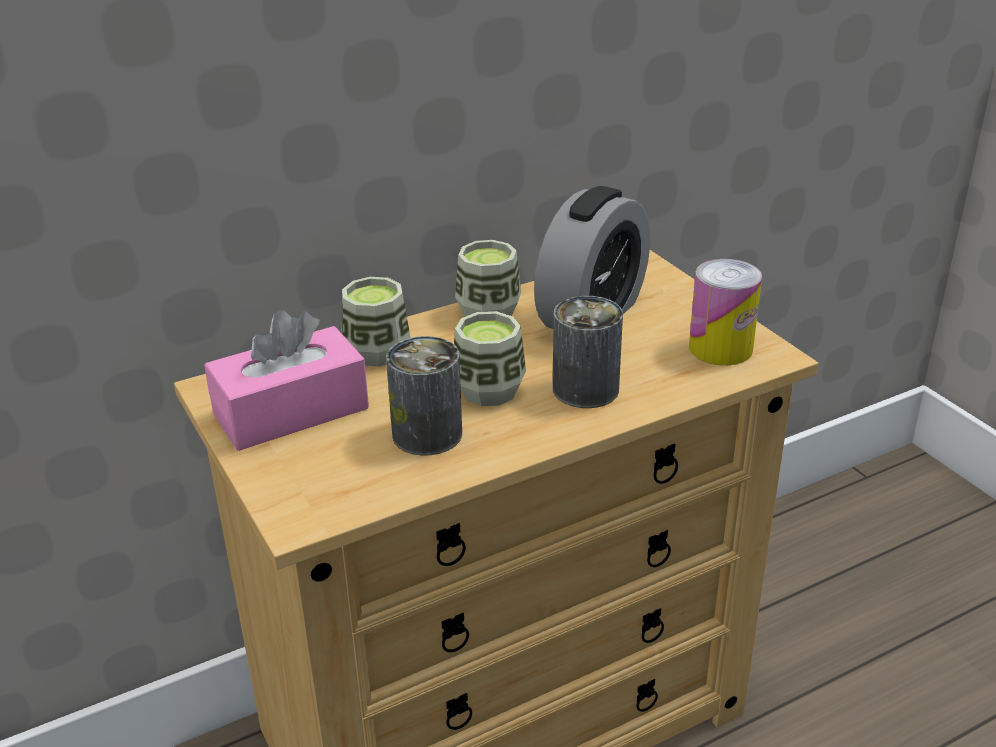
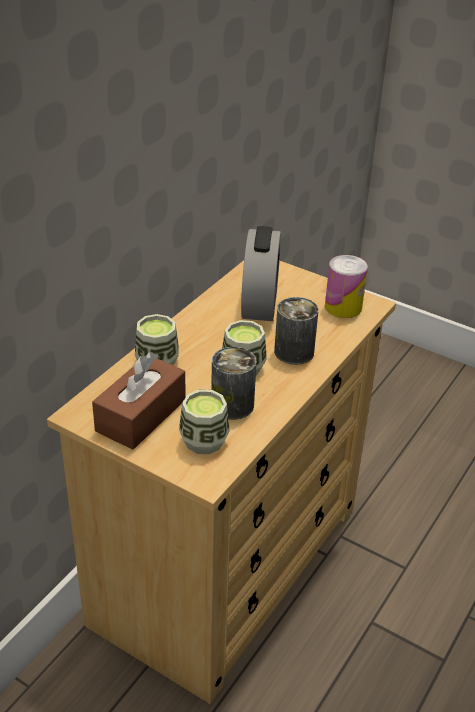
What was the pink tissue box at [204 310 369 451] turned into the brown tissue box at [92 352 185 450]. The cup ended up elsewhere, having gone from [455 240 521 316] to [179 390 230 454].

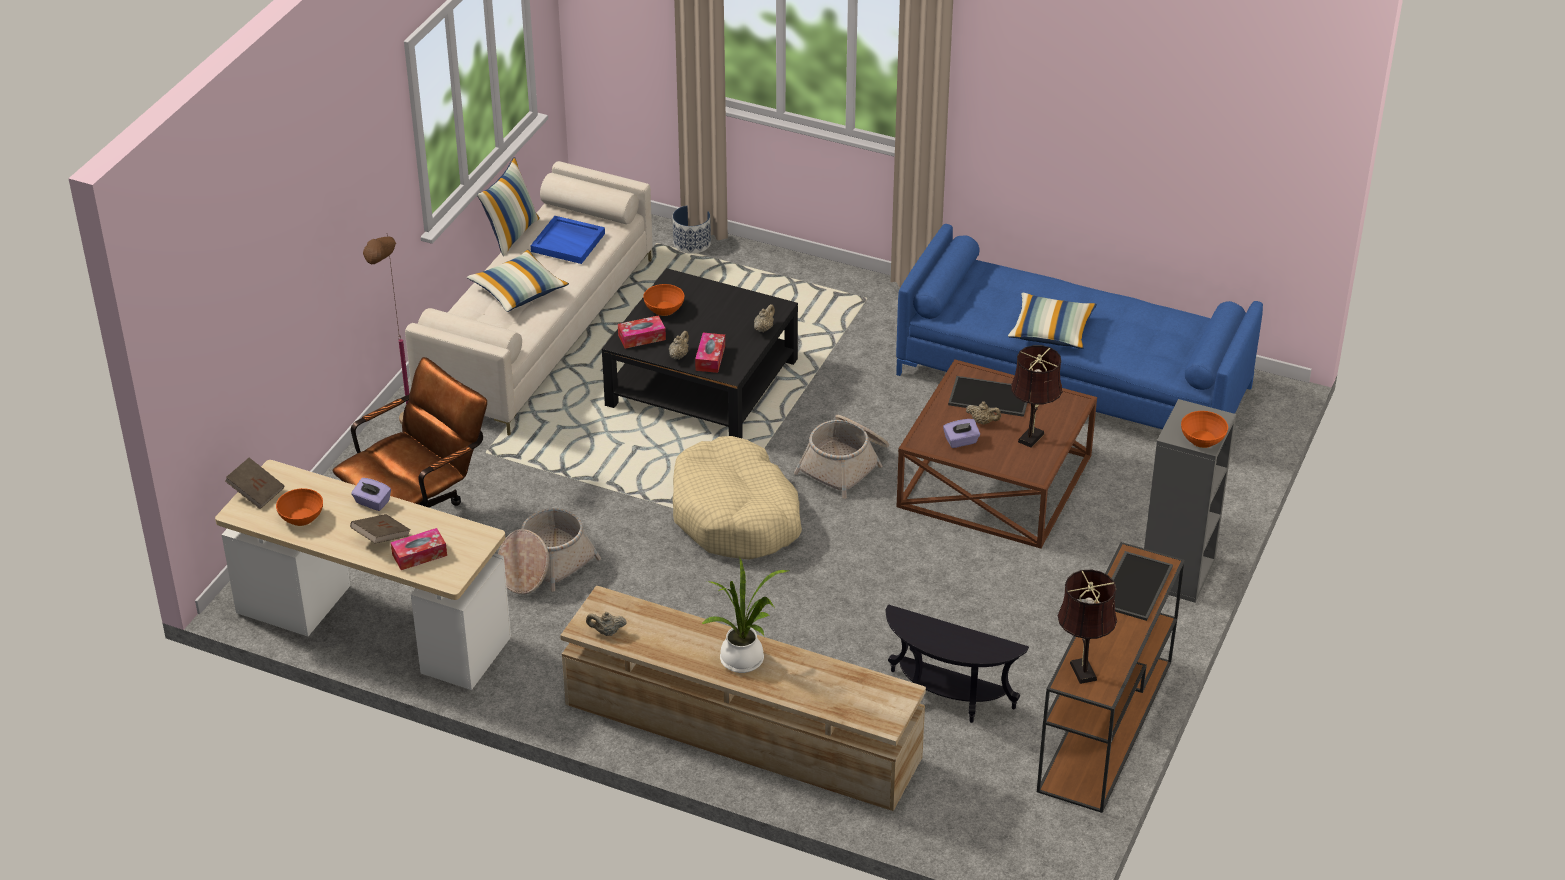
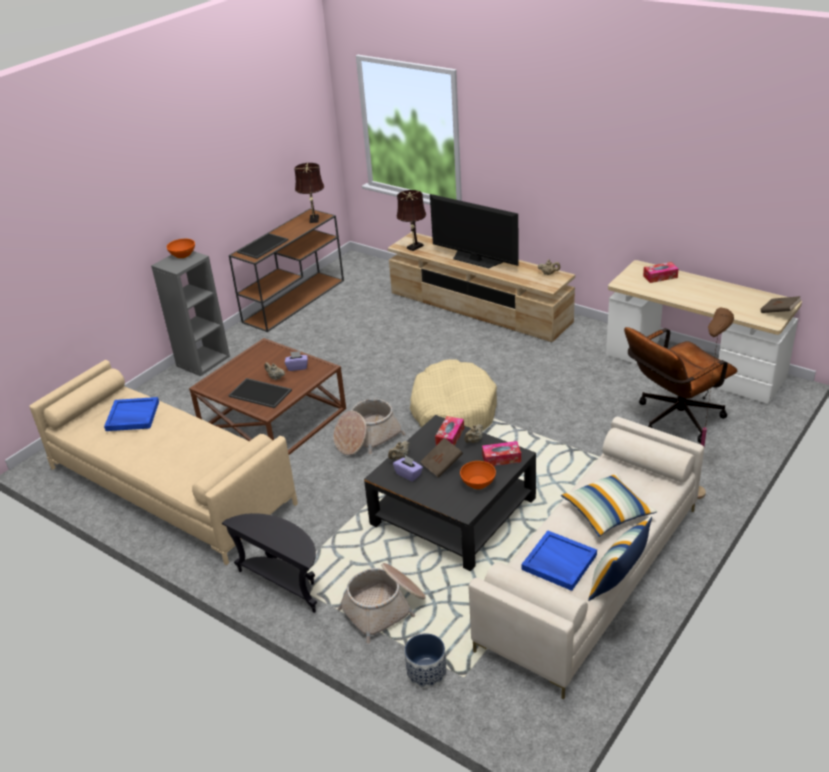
What was the blue sofa at [896 224 1263 429] turned into the beige sofa at [29 360 298 565]. The second view gained the blue tray at [104 397 159 431]. The black side table ended up elsewhere, having gone from [885 604 1029 723] to [222 513 317 613]. The basket ended up elsewhere, having gone from [498 508 601 594] to [338 563 426 644]. The purple tissue box ended up elsewhere, having gone from [351 478 391 511] to [393 455 423 481]. The brown table lamp ended up elsewhere, having gone from [1011 345 1063 448] to [396 190 426 251]. The brown book ended up elsewhere, having gone from [350 514 411 544] to [420 438 463 478]. Where the potted plant stood at [701 558 789 673], the television came to stand at [430 194 519 268]. The second view lost the orange bowl at [276 488 323 526]. The second view lost the pillow at [1008 293 1097 349].

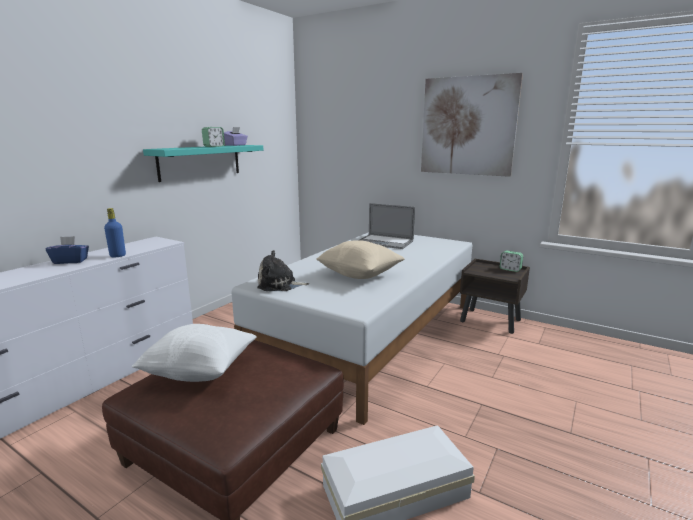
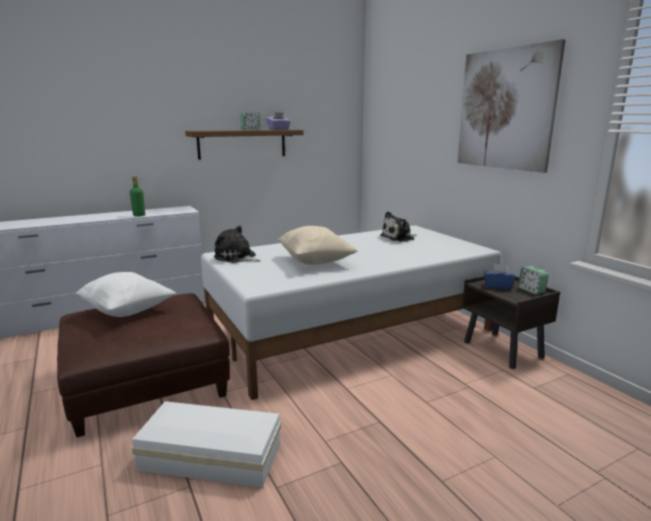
What was the blue bottle at [104 208 126 257] turned into the green bottle at [130 177 145 216]. What was the turquoise shelf at [143 145 263 182] turned into the brown shelf at [185 130 304 160]. Where the laptop stood at [360 203 415 249], the plush toy came to stand at [380 211 416 242]. The blue tissue box ended up elsewhere, having gone from [46 236 89 264] to [484 263 515 290].

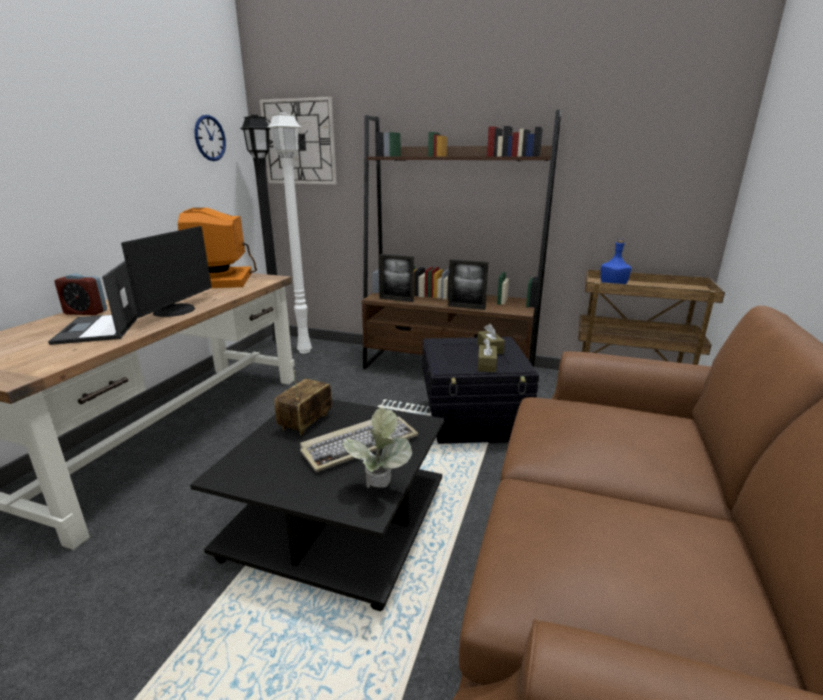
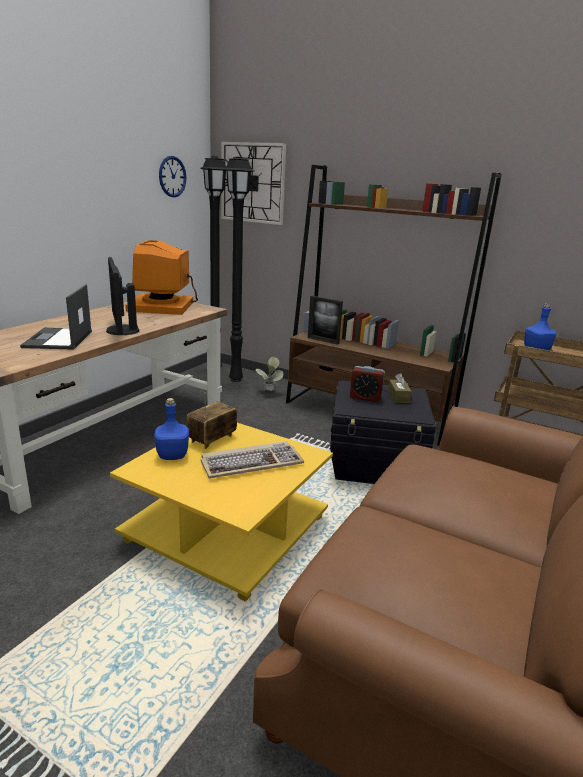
The monitor at [121 226 212 318] ended up facing another way, 135 degrees clockwise from before. What was the black coffee table at [190 400 444 611] turned into the yellow coffee table at [110 423 333 601]. The second view gained the blue bottle at [155 398 189 460]. What was the white floor lamp at [267 112 312 354] turned into the black floor lamp at [223 157 254 382]. The potted plant ended up elsewhere, having gone from [342 408 412 488] to [256 357 283 391]. The alarm clock ended up elsewhere, having gone from [55 274 107 315] to [350 366 385 402]. The second view lost the picture frame at [448 259 488 310]. The second view lost the brown tissue box at [478 338 497 372].

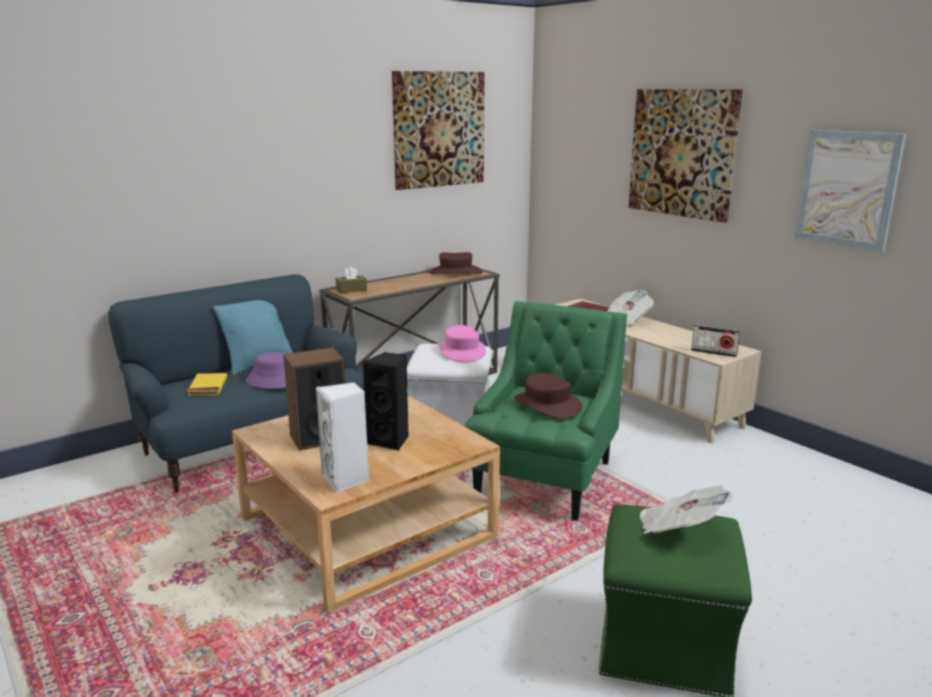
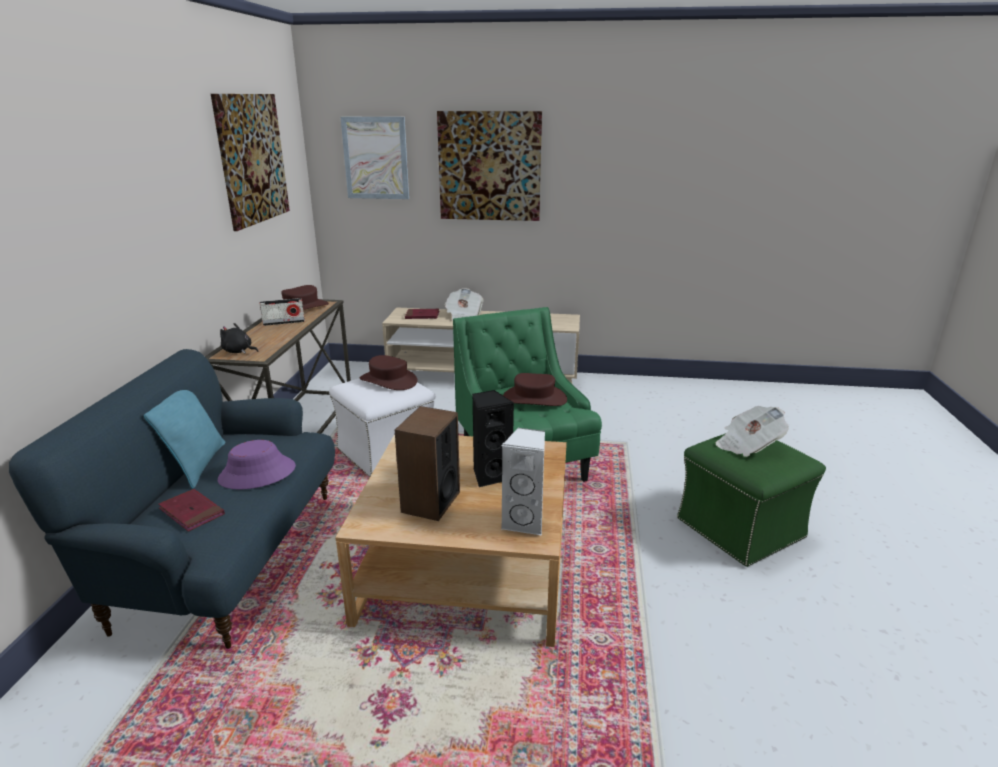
What was the yellow book at [187 373 227 396] turned into the red book at [159 489 225 532]. Where the brown tissue box stood at [336 266 367 293], the black plush toy came to stand at [220 323 259 354]. The radio ended up elsewhere, having gone from [691 325 740 357] to [259 298 305 326]. The picture ended up elsewhere, having gone from [795 130 906 252] to [341 117 409 199]. What was the pink hat at [439 325 486 362] turned into the brown hat at [360 355 417 390].

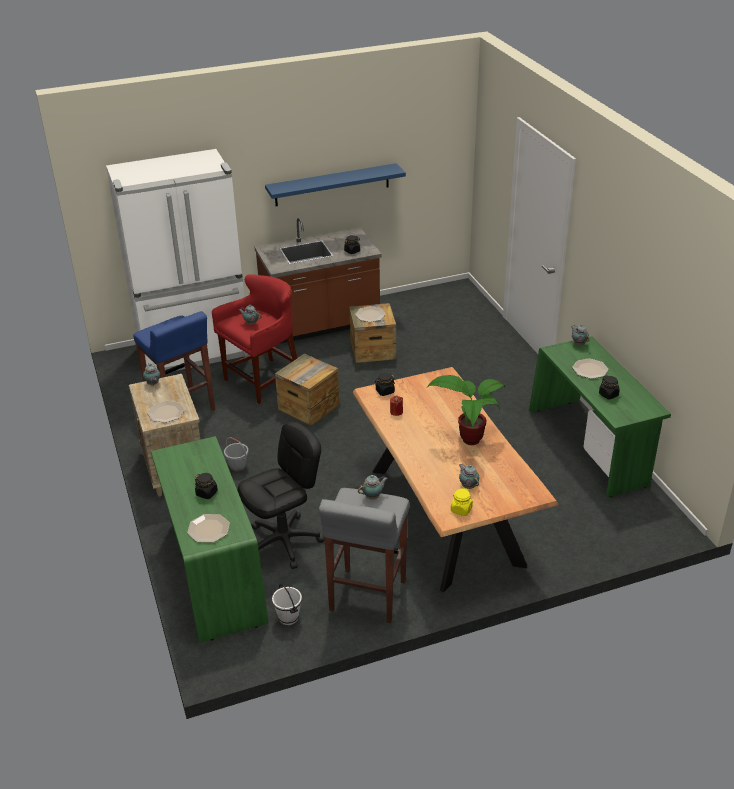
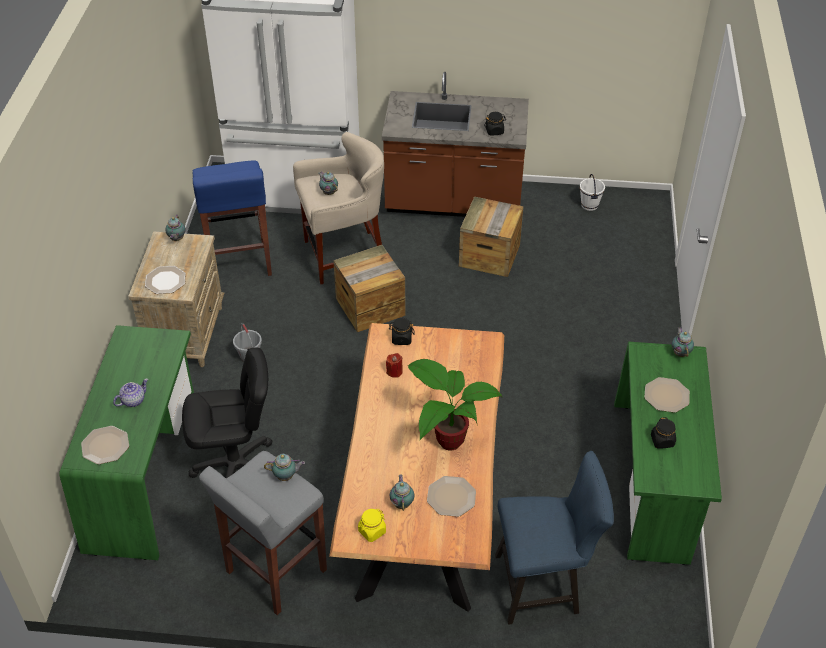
Where the black jar stood at [195 473 218 499], the teapot came to stand at [113 379 148 407]. What was the red stool at [212 274 297 404] turned into the beige stool at [293 132 384 284]. The plate ended up elsewhere, having gone from [355 306 386 322] to [427 476 476 517]. The second view gained the blue chair at [495 451 614 625]. The white bucket ended up elsewhere, having gone from [272 584 302 625] to [580 174 605 211]. The second view lost the blue shelf at [265 163 406 206].

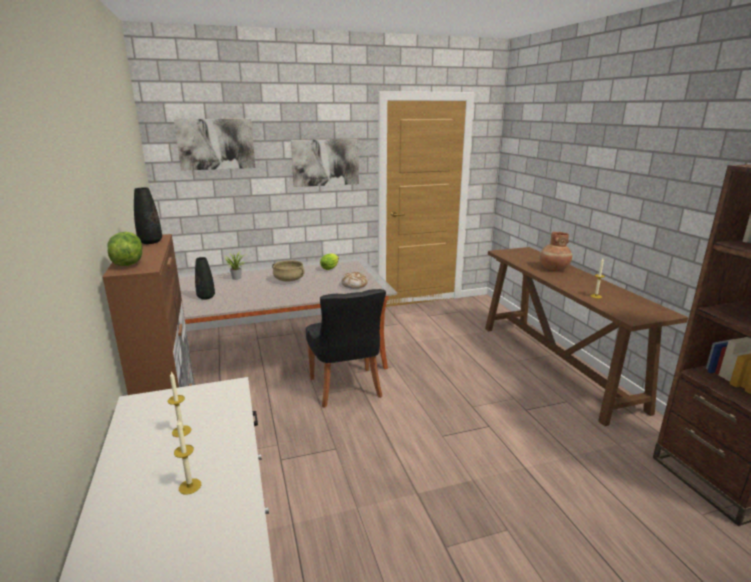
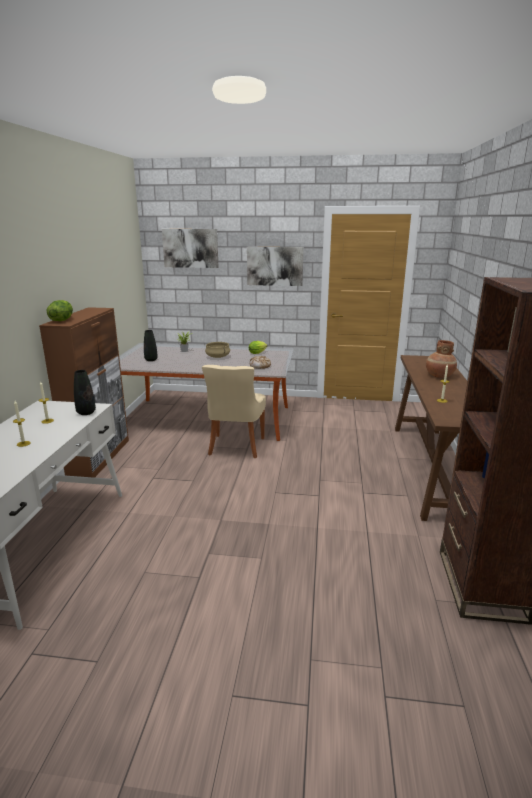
The black vase ended up elsewhere, having gone from [134 187 162 244] to [74 370 96 415]. What was the black chair at [306 289 386 408] turned into the beige chair at [202 365 266 458].

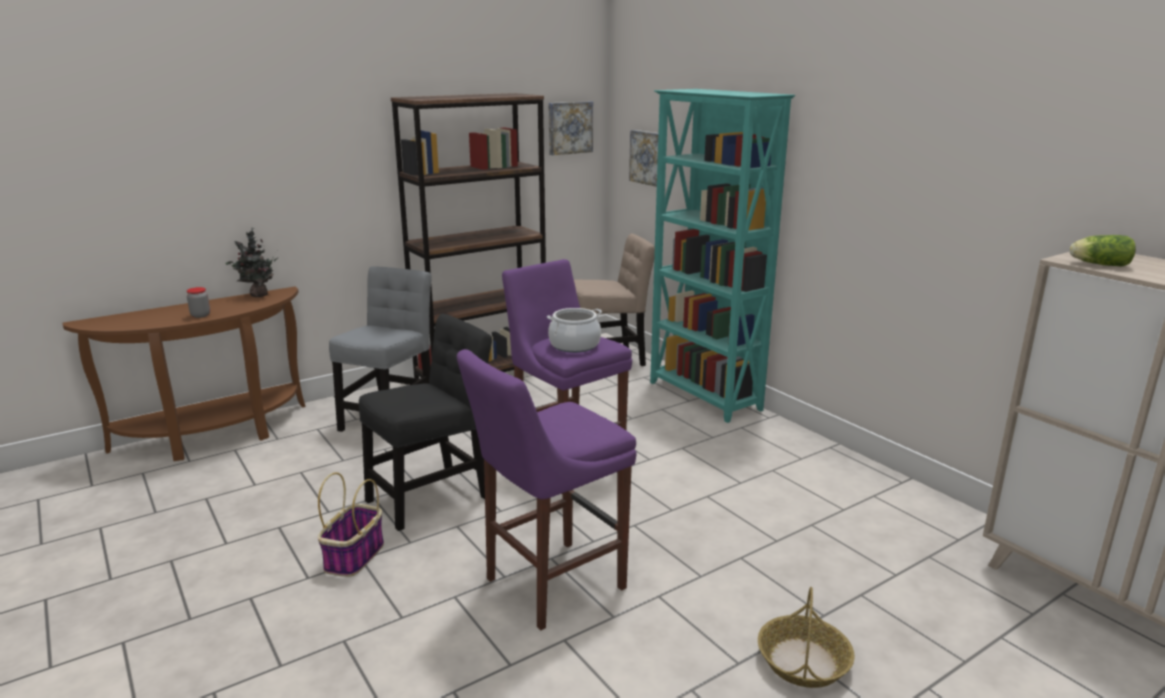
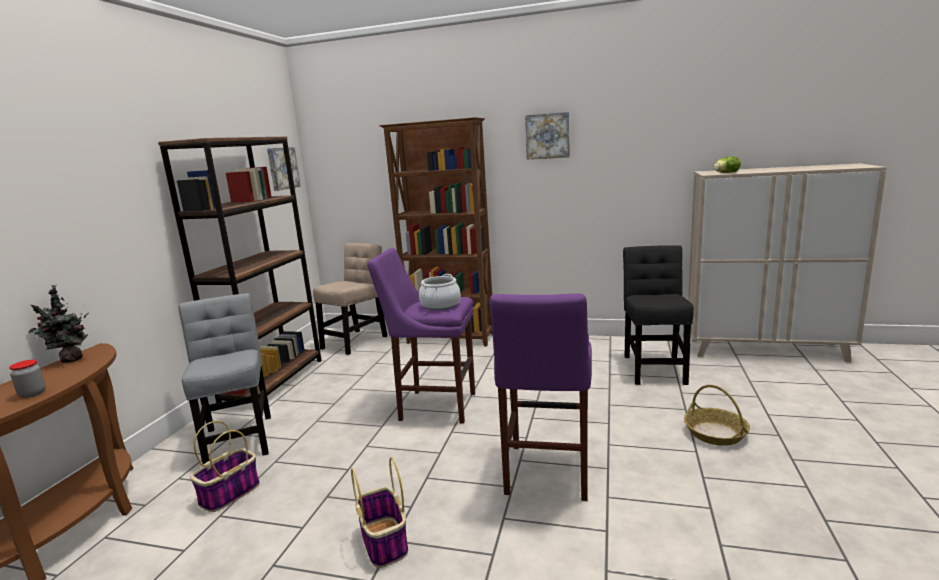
The second view gained the basket at [190 421 260 512]. What was the turquoise bookcase at [650 89 795 423] turned into the brown bookcase at [379 117 493 347]. The picture ended up elsewhere, having gone from [629 130 658 187] to [525 112 570 160]. The black chair ended up elsewhere, having gone from [359 314 492 531] to [623 245 694 385].

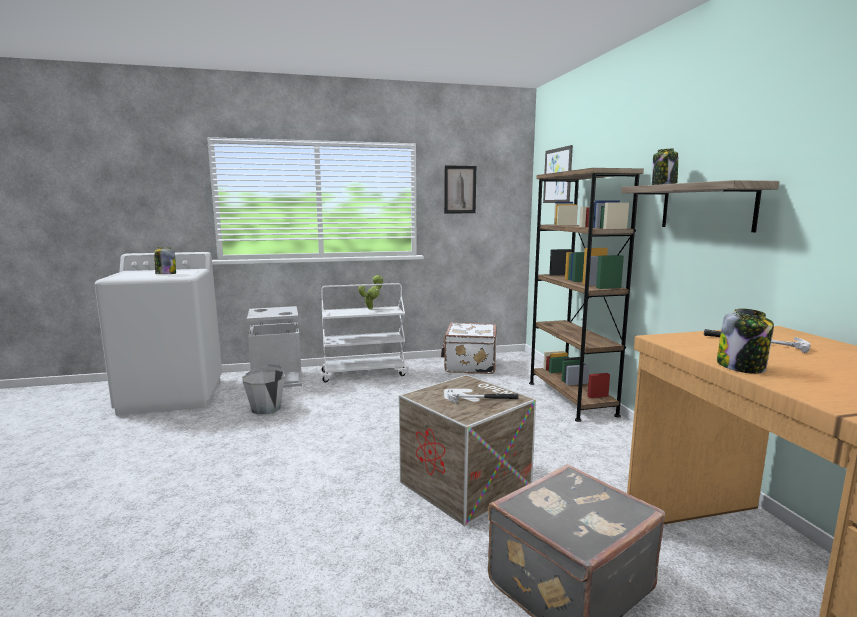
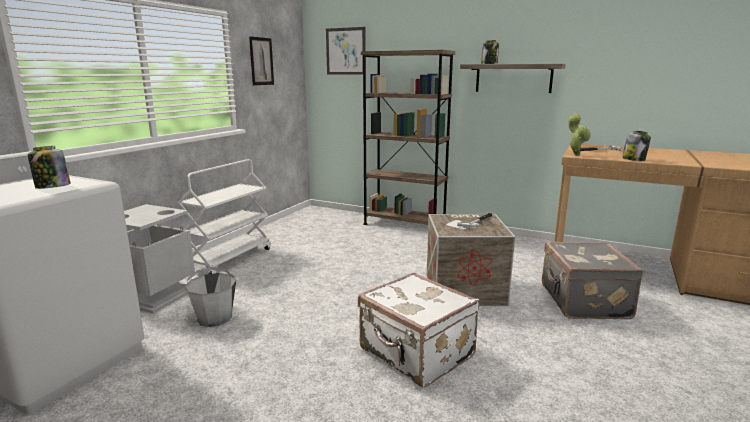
The white suitcase ended up elsewhere, having gone from [441 322 497 374] to [358 272 479 387]. The potted plant ended up elsewhere, having gone from [358 275 383 310] to [568 113 591 156].

